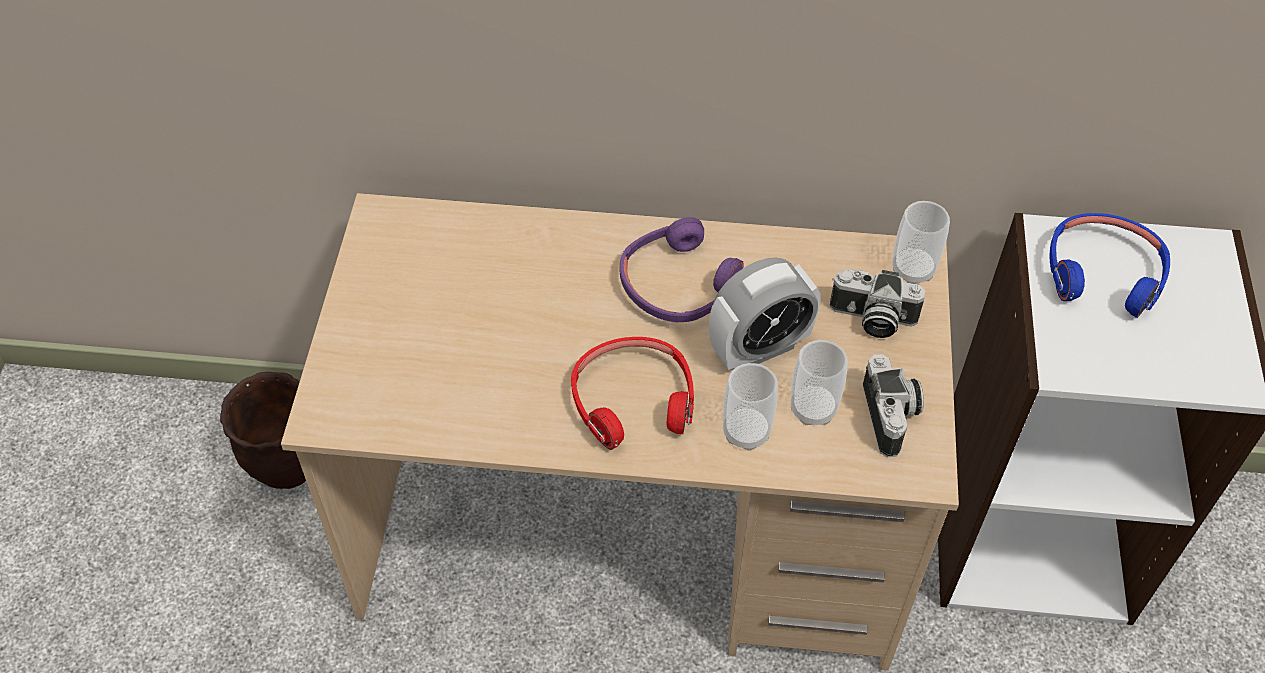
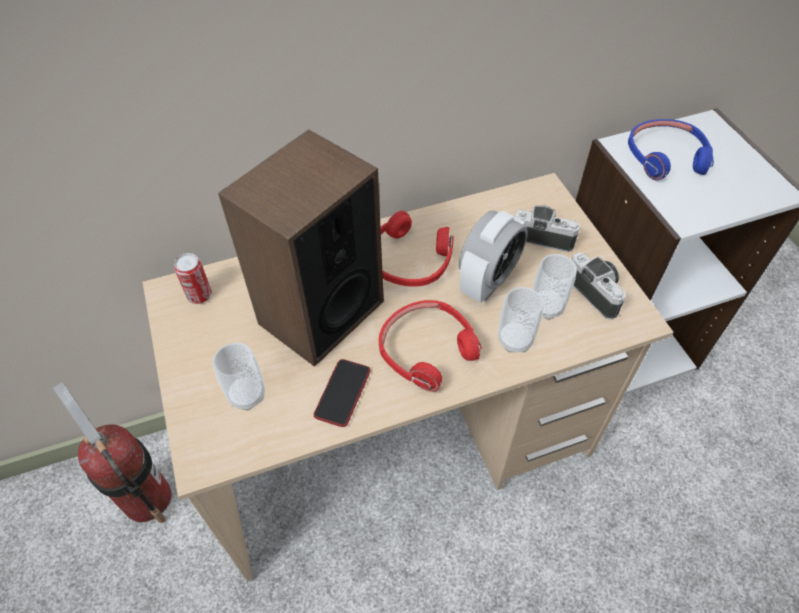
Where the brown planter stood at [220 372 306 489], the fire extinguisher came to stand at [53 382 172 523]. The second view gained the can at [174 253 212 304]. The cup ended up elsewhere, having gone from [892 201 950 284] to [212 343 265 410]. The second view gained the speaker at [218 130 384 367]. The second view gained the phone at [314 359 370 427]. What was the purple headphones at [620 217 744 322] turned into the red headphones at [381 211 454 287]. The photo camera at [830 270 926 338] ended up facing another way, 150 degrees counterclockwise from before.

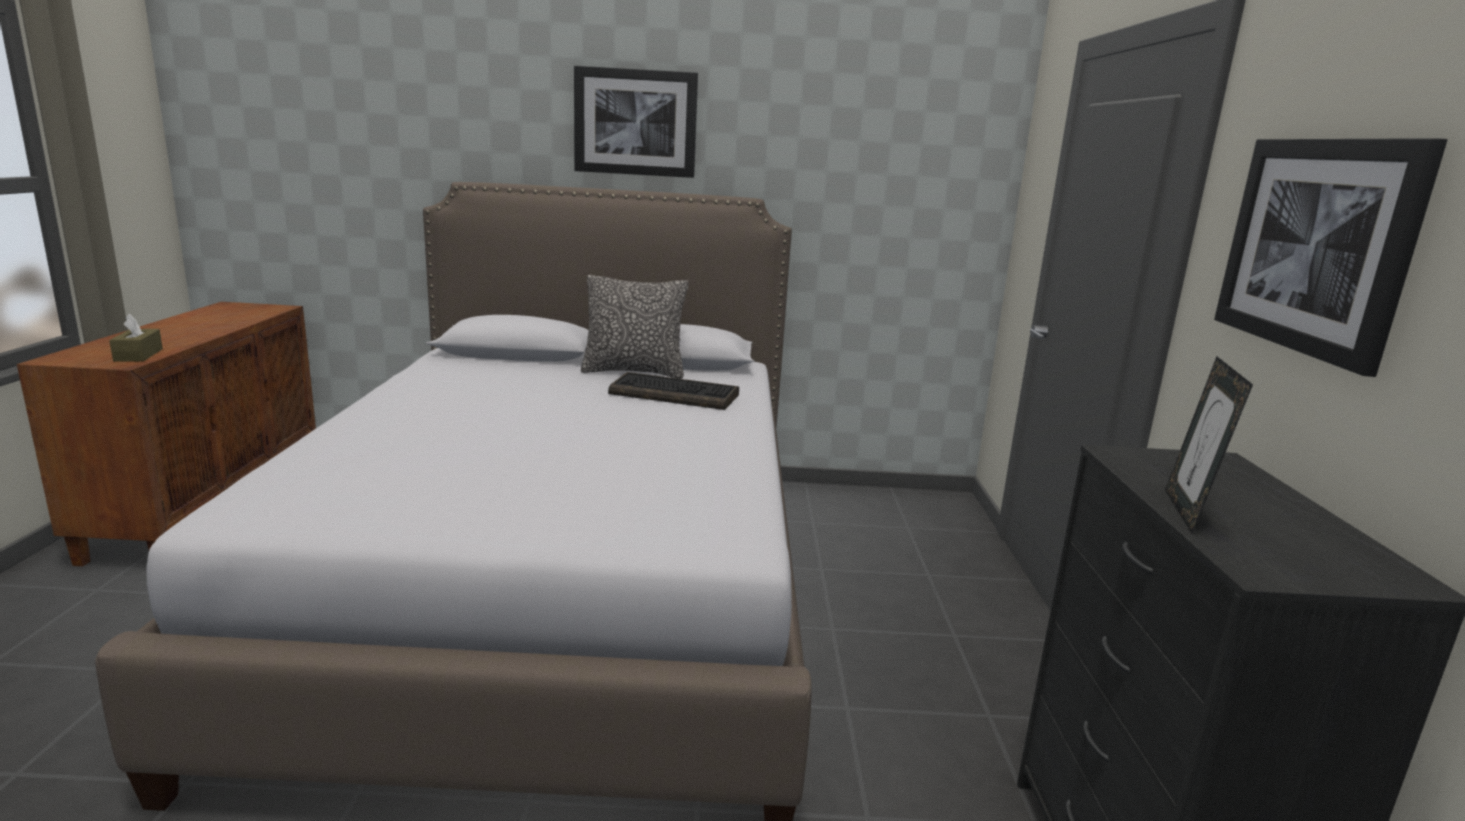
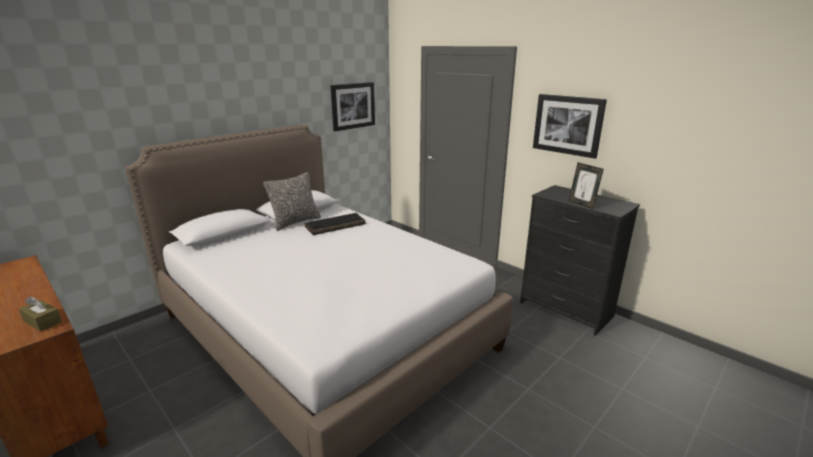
The picture ended up elsewhere, having gone from [574 66 698 178] to [330 82 375 131].

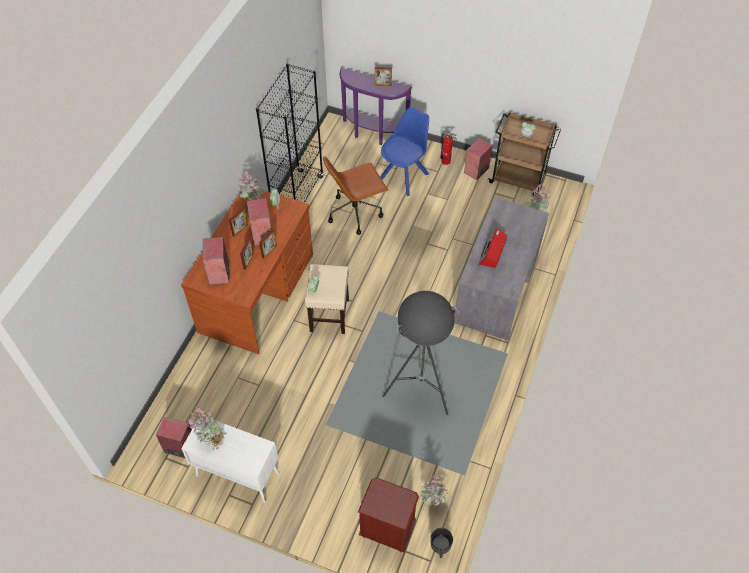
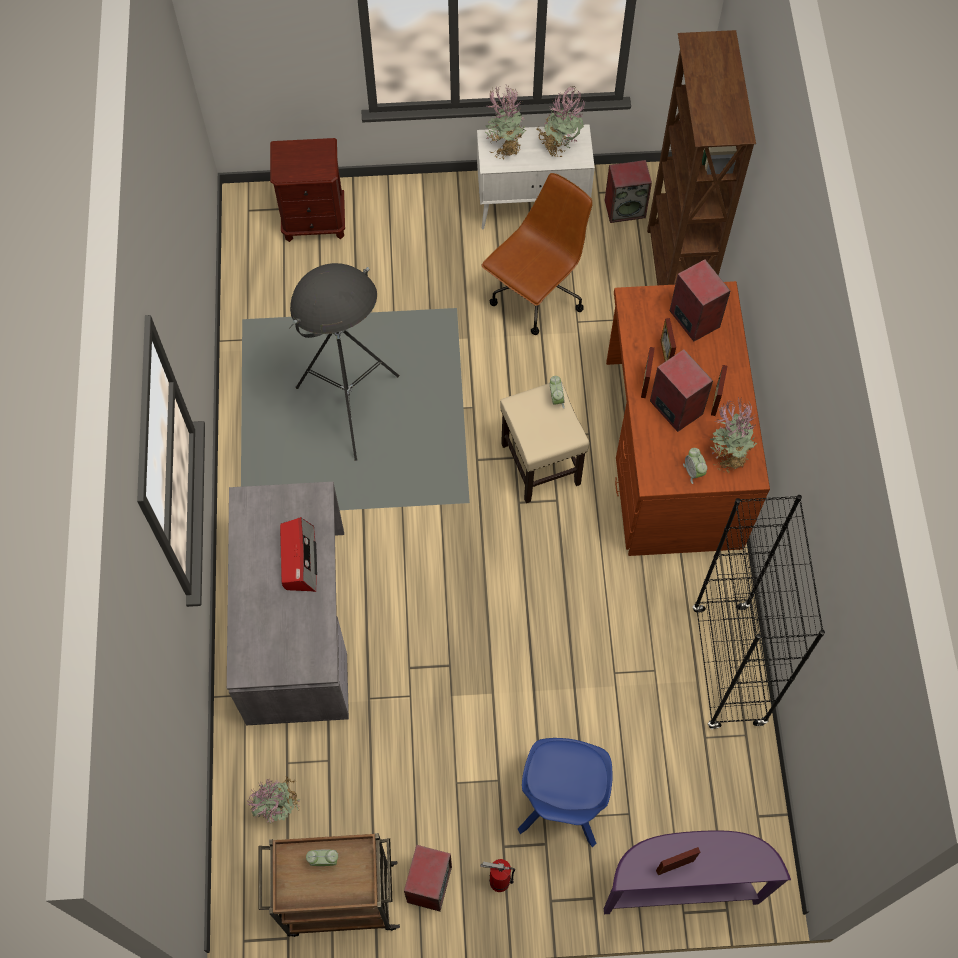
The brown office chair ended up elsewhere, having gone from [323 156 388 235] to [482 173 593 335]. The potted plant ended up elsewhere, having gone from [420 476 450 506] to [485 83 526 159]. The second view gained the brown bookcase at [647 30 756 285]. The second view lost the black planter at [431 528 453 558].

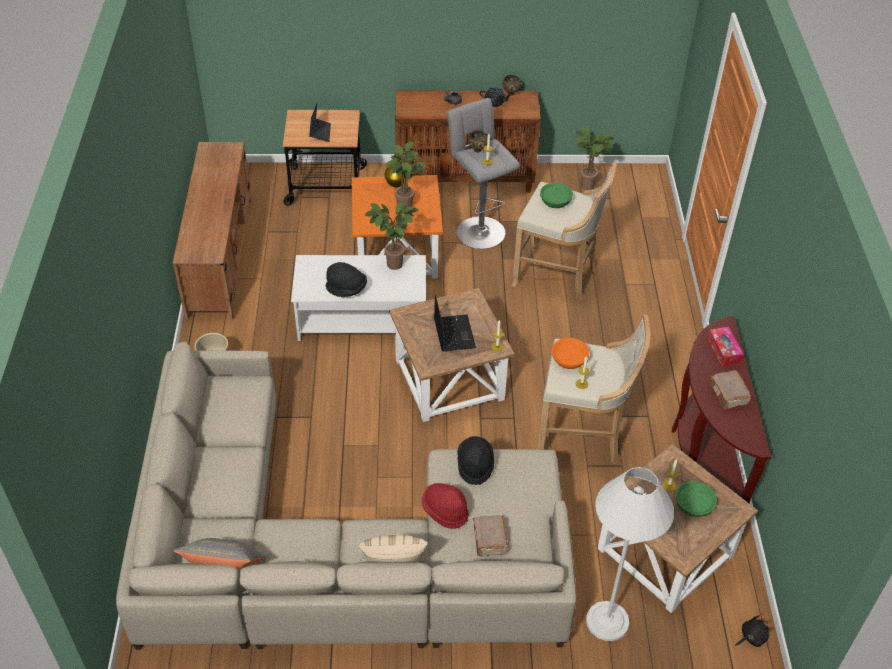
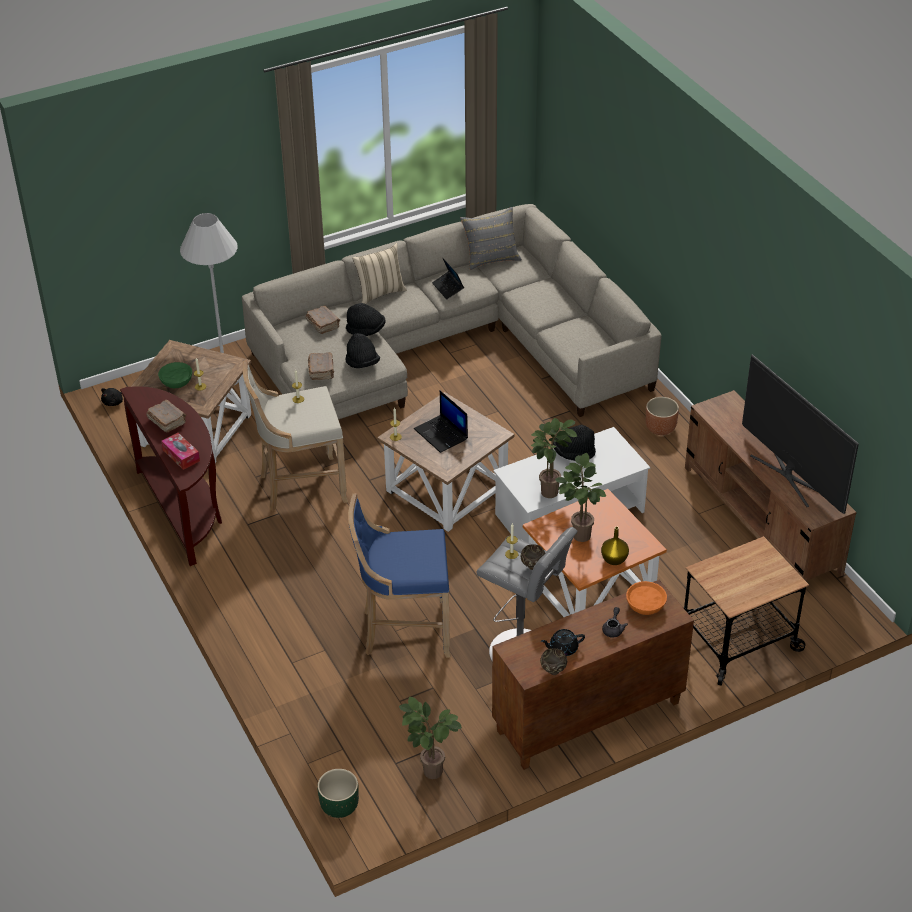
The second view gained the brown book at [308 352 334 380]. The second view gained the green planter at [317 769 359 818]. What was the red hat at [422 483 469 529] turned into the black hat at [346 303 386 336]. What was the beige stool at [512 163 616 301] turned into the blue stool at [348 493 451 658]. The laptop ended up elsewhere, having gone from [309 102 331 142] to [432 257 464 299]. The orange bowl ended up elsewhere, having gone from [552 338 589 369] to [626 581 667 615]. The second view gained the television at [742 355 859 514]. The second view lost the green bowl at [540 183 573 208].

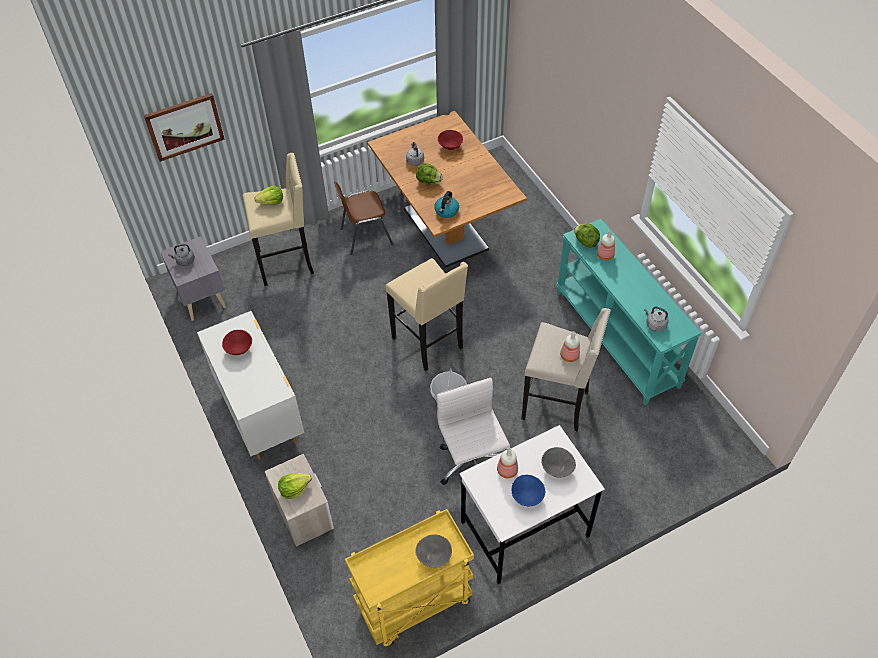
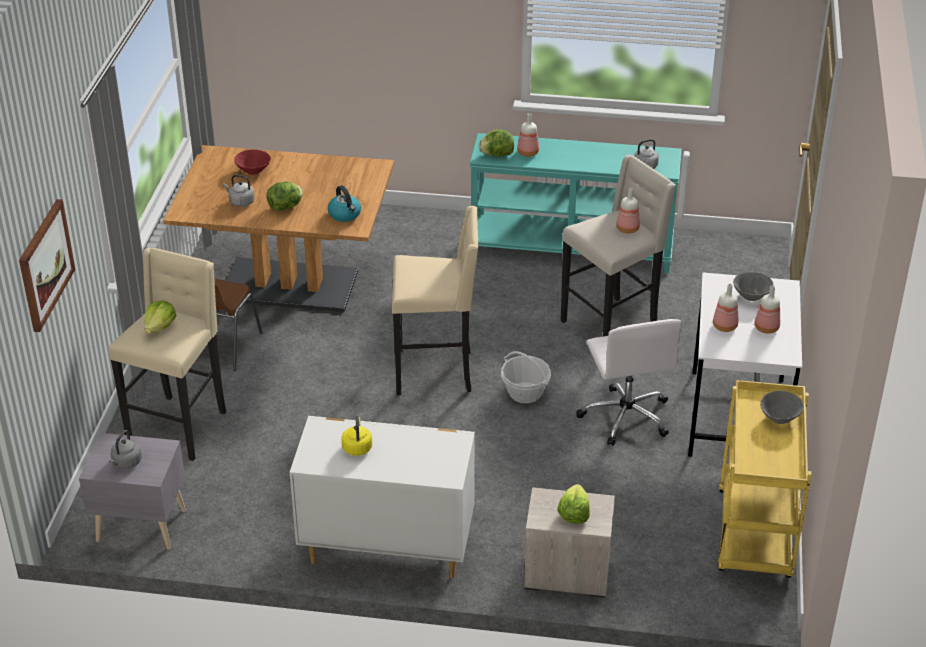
Where the red bowl stood at [222 330 252 355], the yellow kettle came to stand at [341 416 372 456]. The white office chair at [437 378 510 485] ended up facing another way, 120 degrees counterclockwise from before. Where the blue bowl stood at [512 475 545 506], the bottle came to stand at [754 286 780 334].

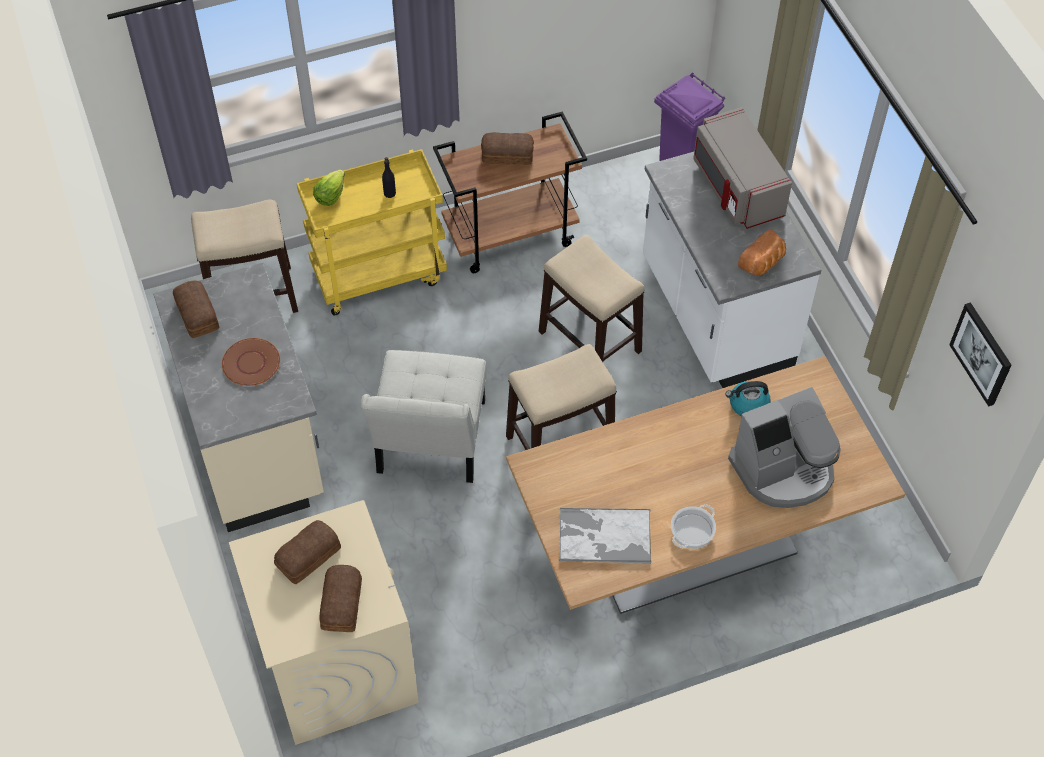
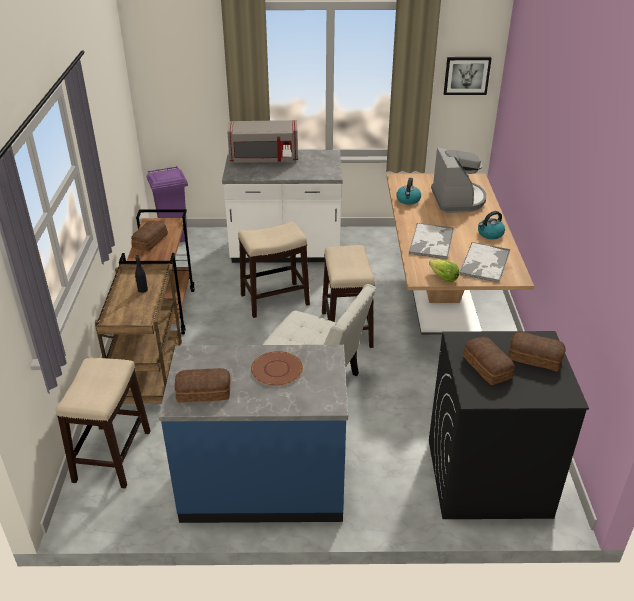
What was the yellow cart at [297 149 447 315] turned into the brown cart at [95 263 182 404]. What was the beige counter at [153 263 324 532] turned into the blue counter at [159 345 348 523]. The second view gained the tray at [408 223 454 259]. The lettuce ended up elsewhere, having gone from [313 170 345 206] to [429 259 459 282]. What was the beige washing machine at [229 500 419 745] turned into the black washing machine at [429 331 589 519]. Where the cooking pot stood at [671 504 716 549], the kettle came to stand at [478 211 505 239]. The second view lost the bread at [738 229 786 276].

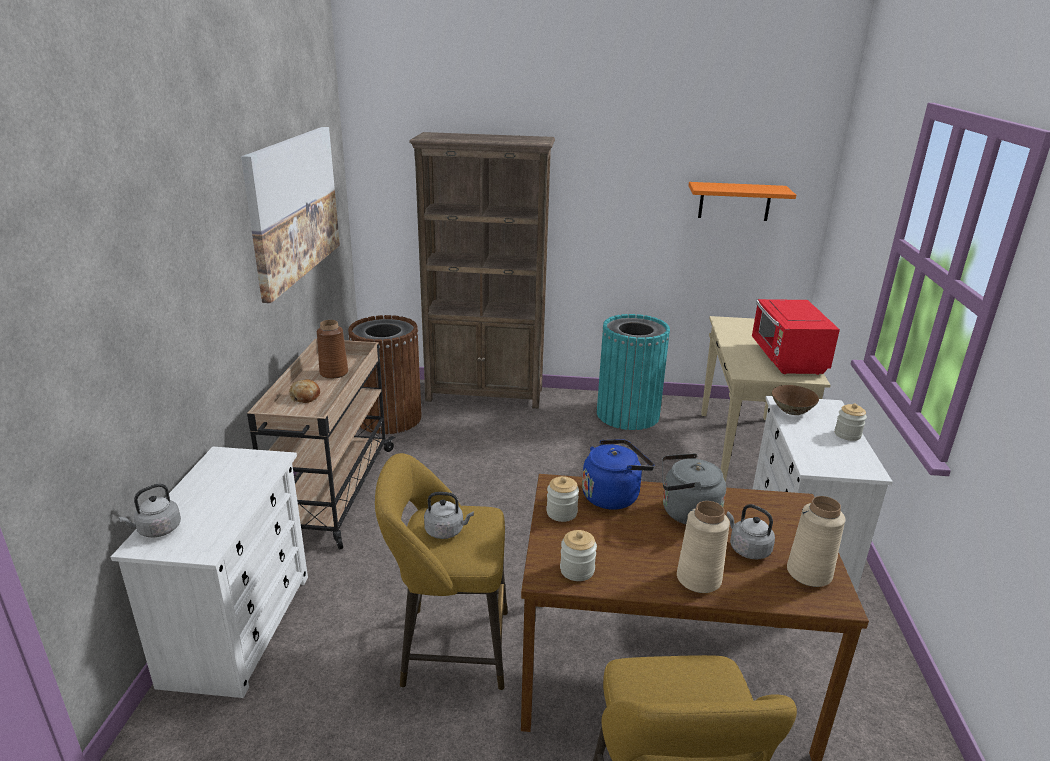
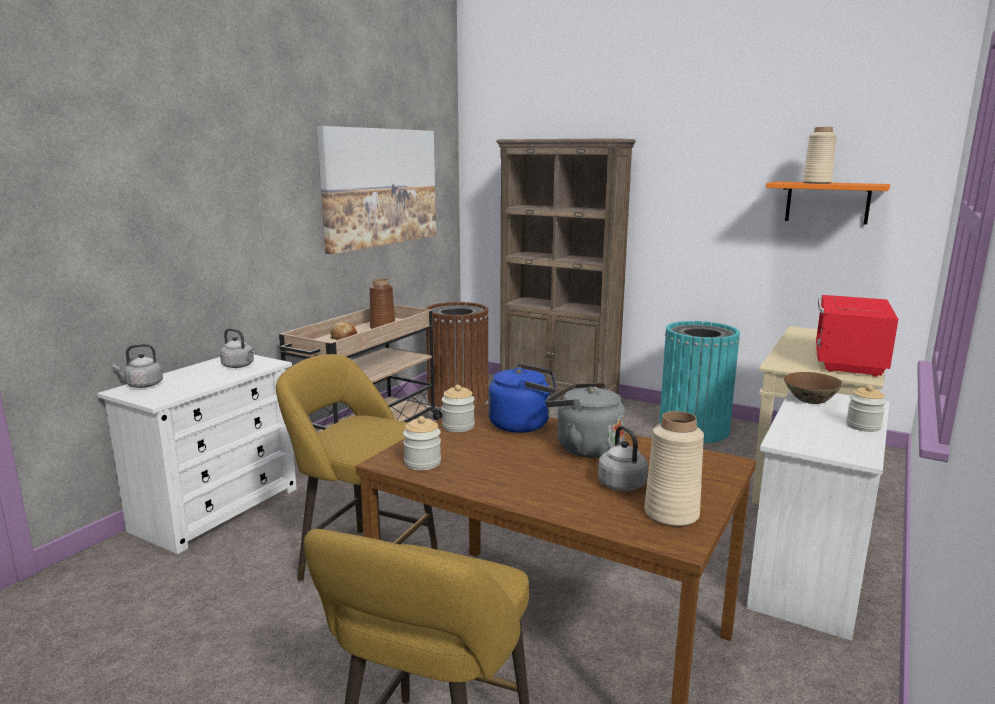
The grey kettle ended up elsewhere, having gone from [424 492 474 539] to [220 328 254 368]. The beige vase ended up elsewhere, having gone from [677 501 730 593] to [802 127 837 184].

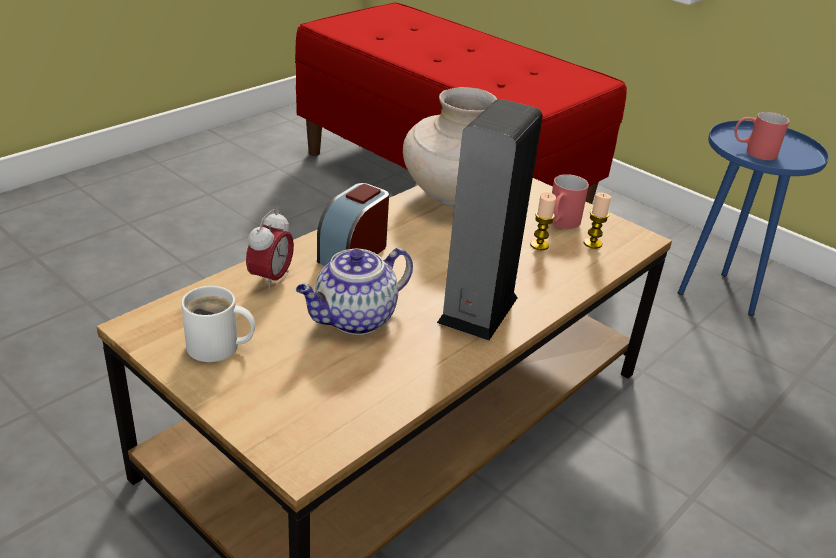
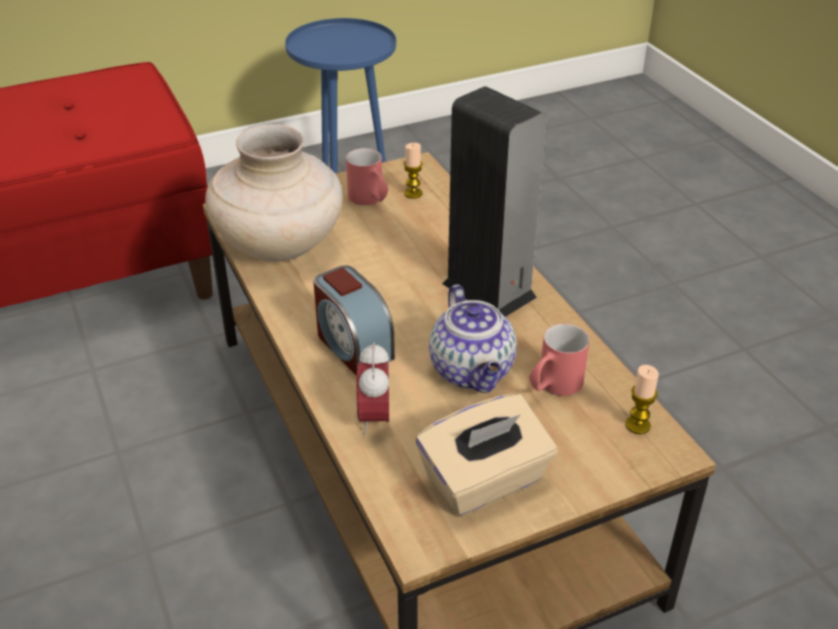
The alarm clock at [246 209 294 292] ended up facing another way, 135 degrees counterclockwise from before. Where the white mug stood at [181 286 255 362], the beige tissue box came to stand at [416 394 557 516]. The red mug ended up elsewhere, having gone from [735 112 790 160] to [529 324 590 396]. The candle ended up elsewhere, having gone from [530 192 556 250] to [626 365 659 434].

